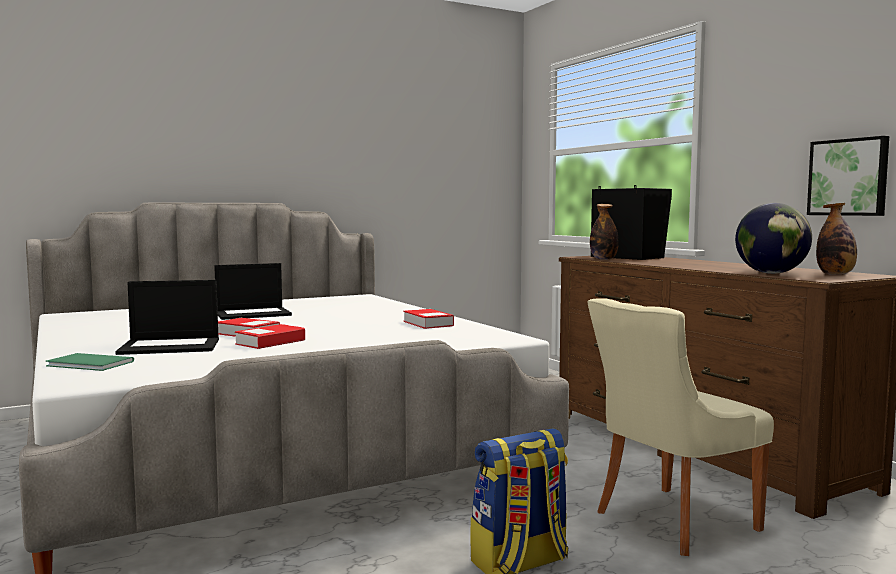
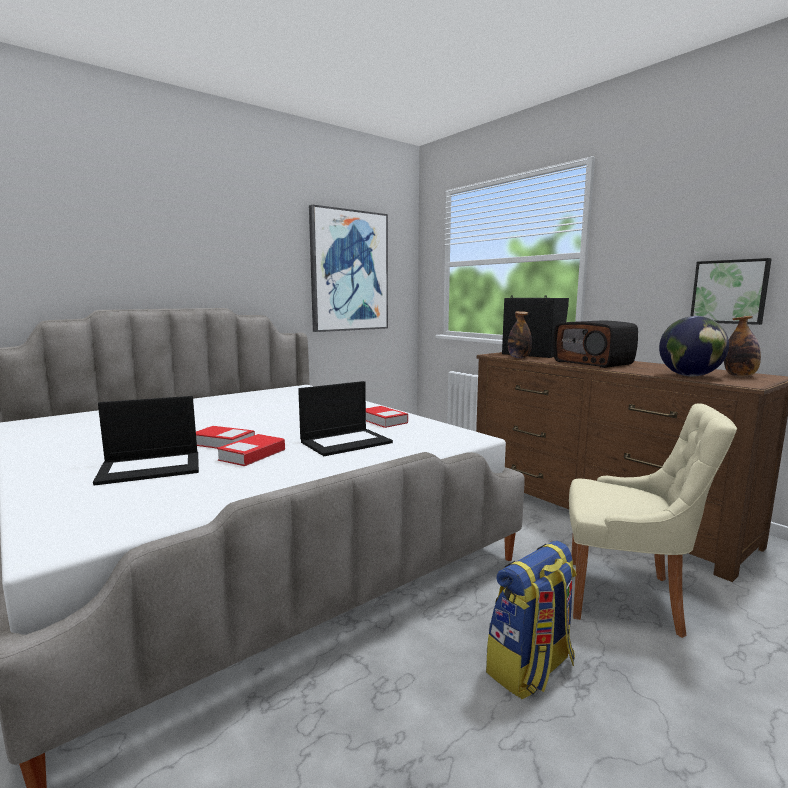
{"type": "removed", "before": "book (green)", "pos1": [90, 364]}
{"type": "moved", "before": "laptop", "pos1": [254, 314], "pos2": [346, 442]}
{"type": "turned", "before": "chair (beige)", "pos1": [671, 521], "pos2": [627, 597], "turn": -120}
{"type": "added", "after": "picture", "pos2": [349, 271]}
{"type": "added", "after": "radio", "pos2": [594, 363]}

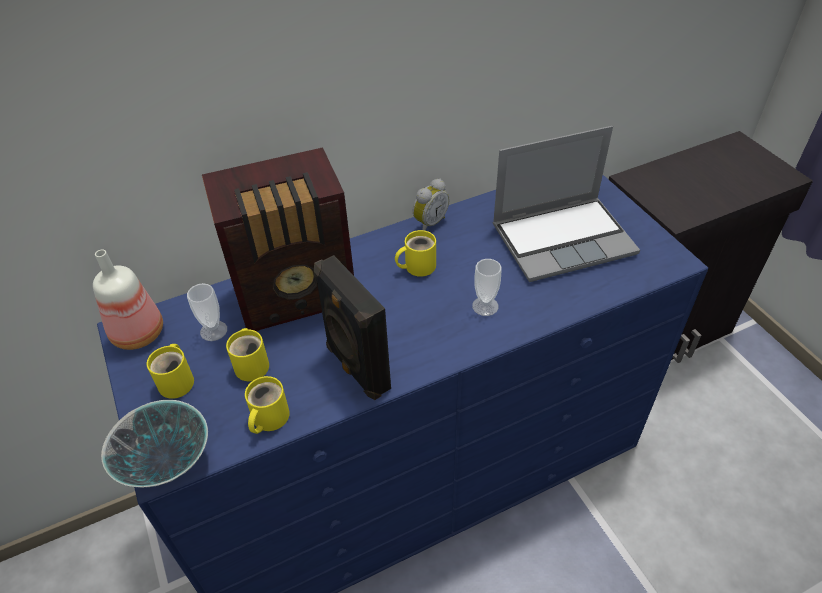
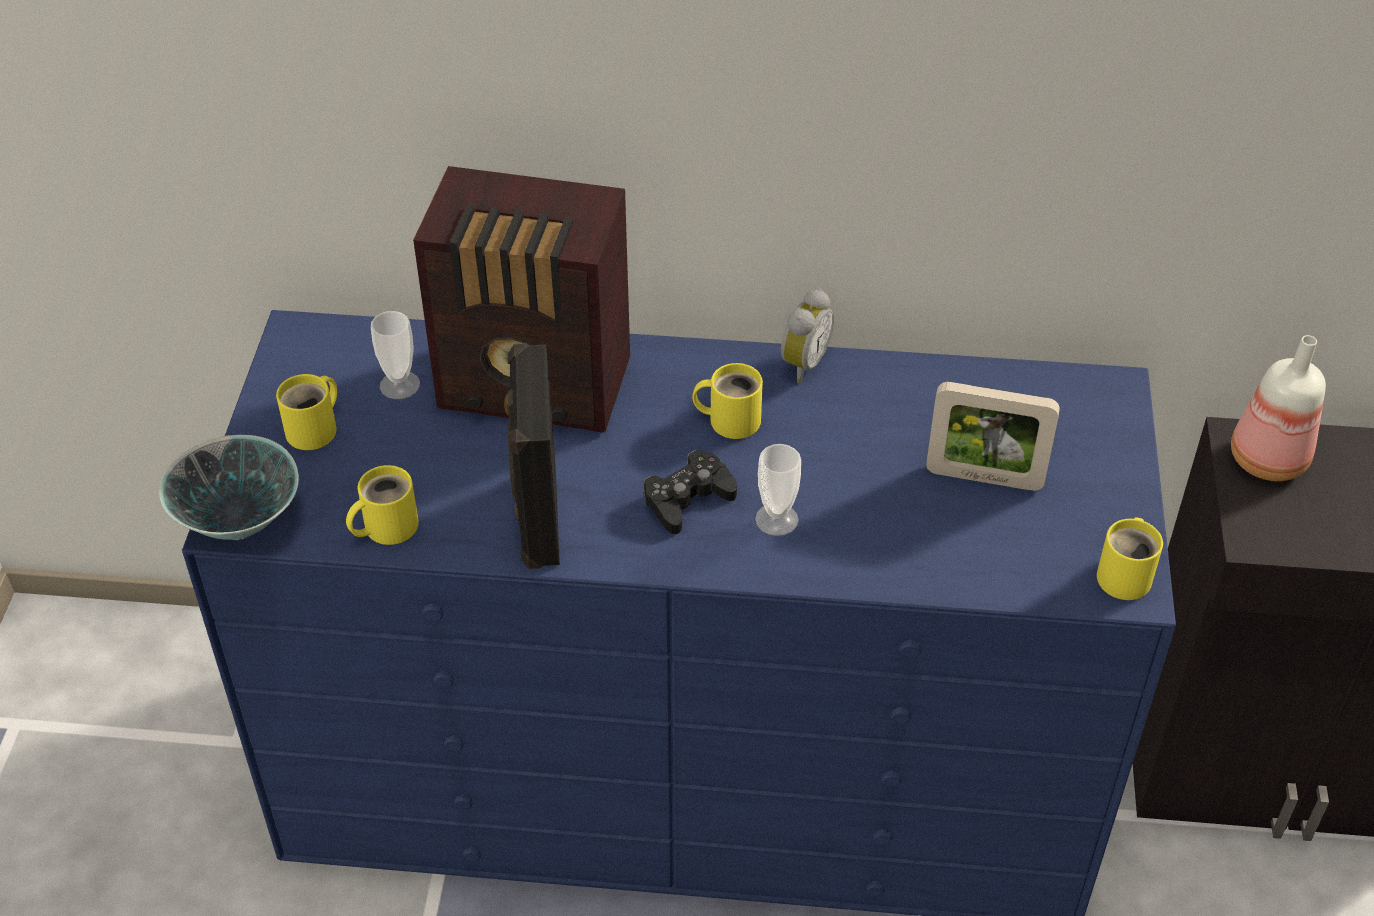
{"type": "moved", "before": "bottle", "pos1": [137, 335], "pos2": [1265, 460]}
{"type": "moved", "before": "mug (yellow)", "pos1": [253, 364], "pos2": [1127, 575]}
{"type": "turned", "before": "alarm clock", "pos1": [429, 223], "pos2": [801, 363], "turn": -45}
{"type": "replaced", "before": "laptop", "after": "picture frame", "pos1": [563, 239], "pos2": [984, 477]}
{"type": "added", "after": "game controller (black)", "pos2": [687, 499]}

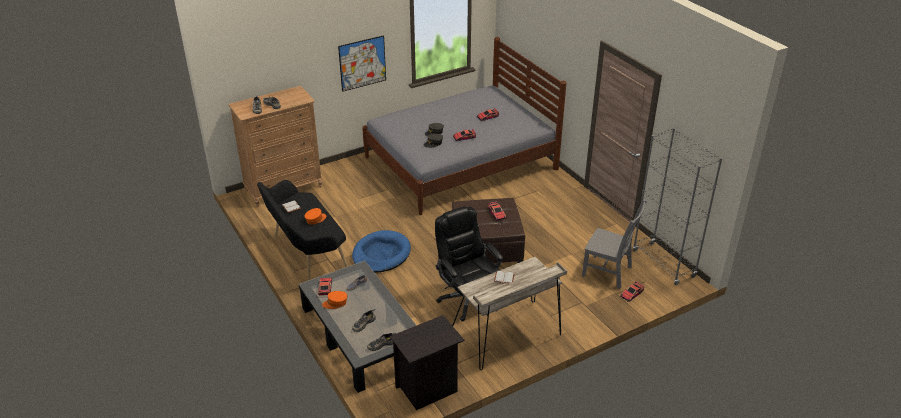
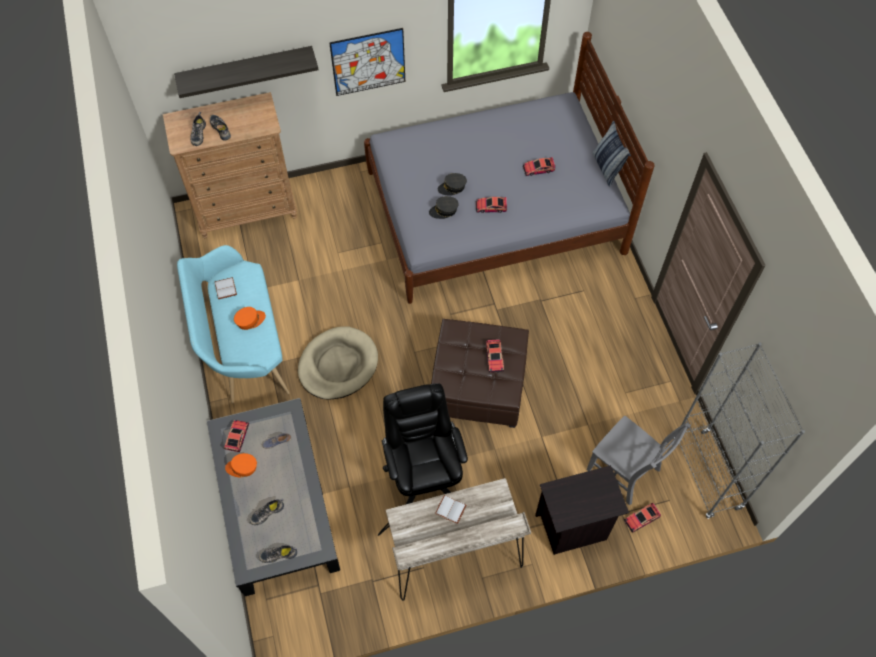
{"type": "recoloured", "before": "bench (black)", "after": "bench (turquoise)", "pos1": [306, 256], "pos2": [243, 346]}
{"type": "recoloured", "before": "dog bed (blue)", "after": "dog bed (beige)", "pos1": [381, 254], "pos2": [338, 365]}
{"type": "moved", "before": "nightstand (black)", "pos1": [428, 389], "pos2": [572, 527]}
{"type": "added", "after": "shelf", "pos2": [246, 69]}
{"type": "added", "after": "pillow", "pos2": [607, 167]}

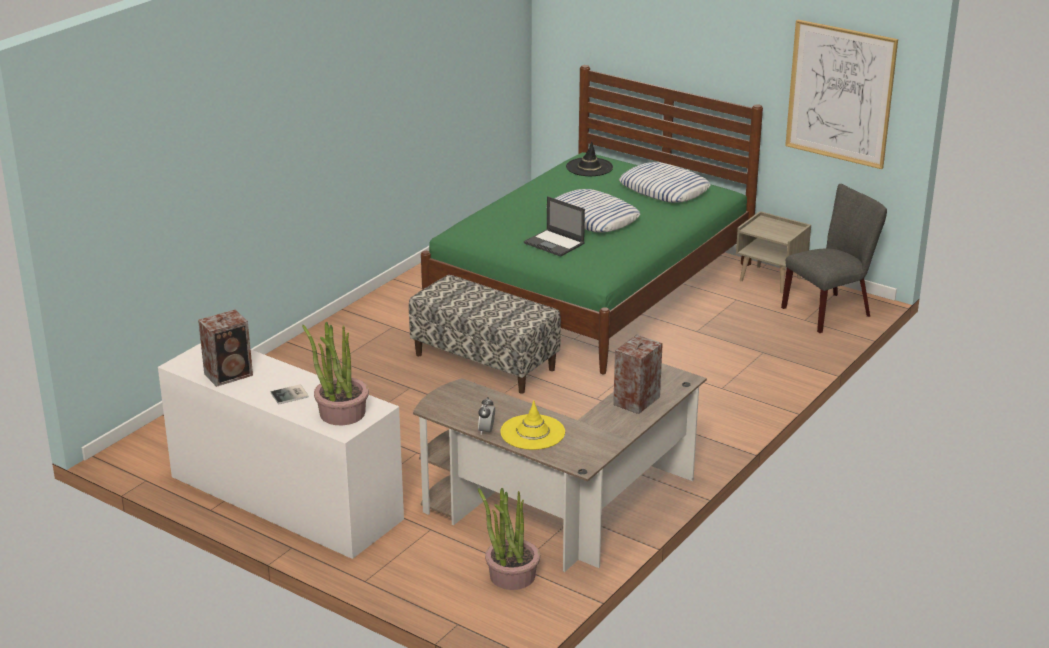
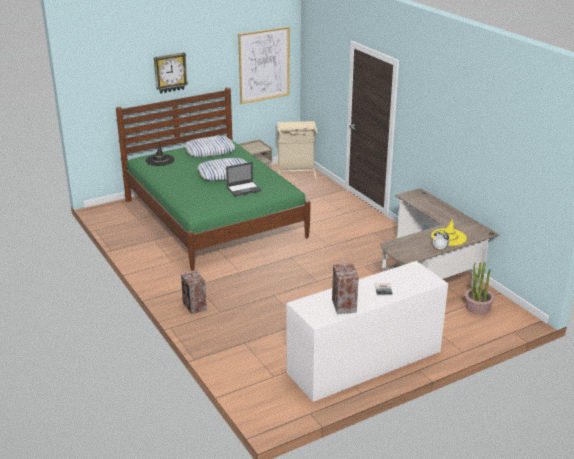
{"type": "removed", "before": "potted plant", "pos1": [341, 413]}
{"type": "removed", "before": "bench", "pos1": [485, 362]}
{"type": "moved", "before": "speaker", "pos1": [635, 401], "pos2": [194, 307]}
{"type": "replaced", "before": "chair (grey)", "after": "laundry basket (beige)", "pos1": [831, 311], "pos2": [296, 172]}
{"type": "added", "after": "wall clock", "pos2": [170, 72]}

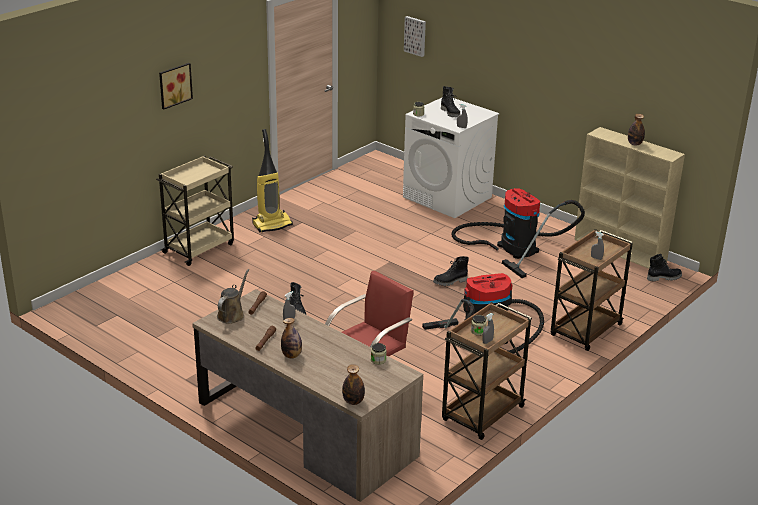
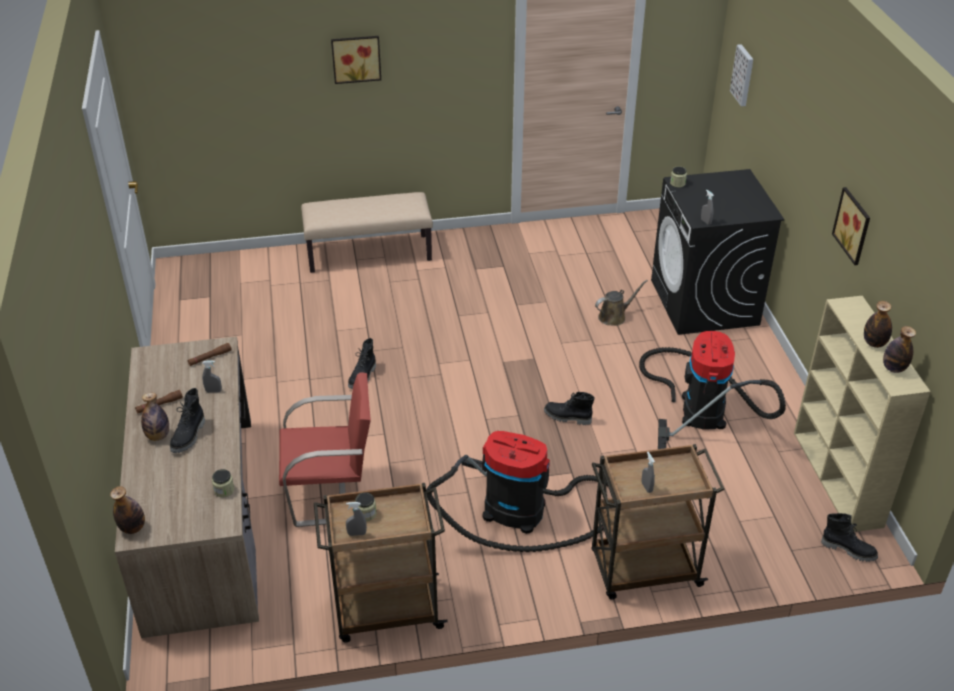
{"type": "replaced", "before": "cart (beige)", "after": "bench (beige)", "pos1": [199, 248], "pos2": [369, 253]}
{"type": "moved", "before": "watering can (brown)", "pos1": [232, 314], "pos2": [614, 316]}
{"type": "removed", "before": "vacuum cleaner", "pos1": [272, 224]}
{"type": "recoloured", "before": "washing machine (white)", "after": "washing machine (black)", "pos1": [447, 197], "pos2": [704, 303]}
{"type": "moved", "before": "boot (black)", "pos1": [450, 113], "pos2": [189, 436]}
{"type": "added", "after": "picture", "pos2": [854, 225]}
{"type": "added", "after": "bottle", "pos2": [893, 368]}

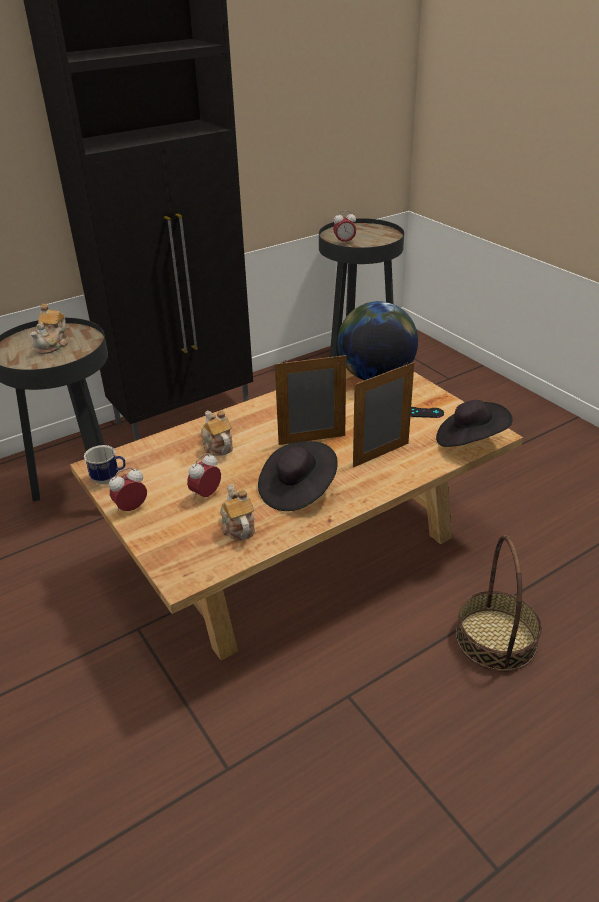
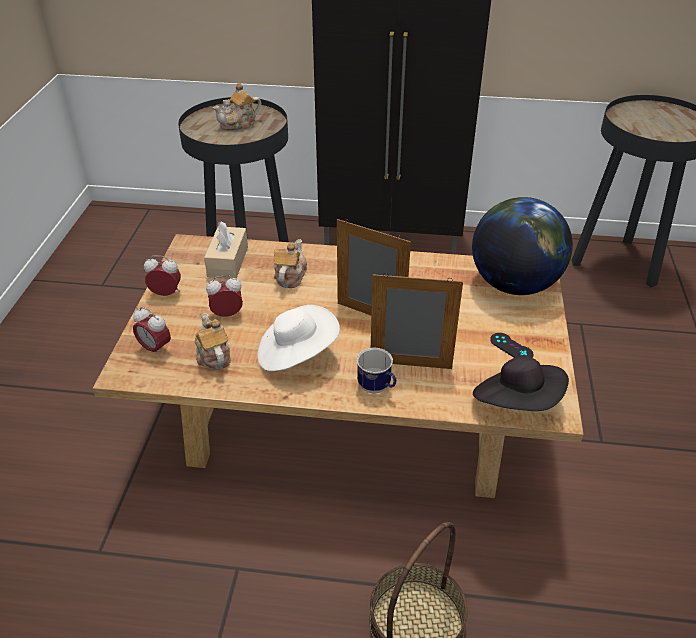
{"type": "moved", "before": "mug", "pos1": [109, 479], "pos2": [377, 388]}
{"type": "turned", "before": "teapot", "pos1": [237, 526], "pos2": [213, 356], "turn": -45}
{"type": "recoloured", "before": "hat (black)", "after": "hat (white)", "pos1": [297, 490], "pos2": [296, 354]}
{"type": "moved", "before": "alarm clock", "pos1": [344, 242], "pos2": [155, 349]}
{"type": "added", "after": "tissue box (beige)", "pos2": [228, 262]}

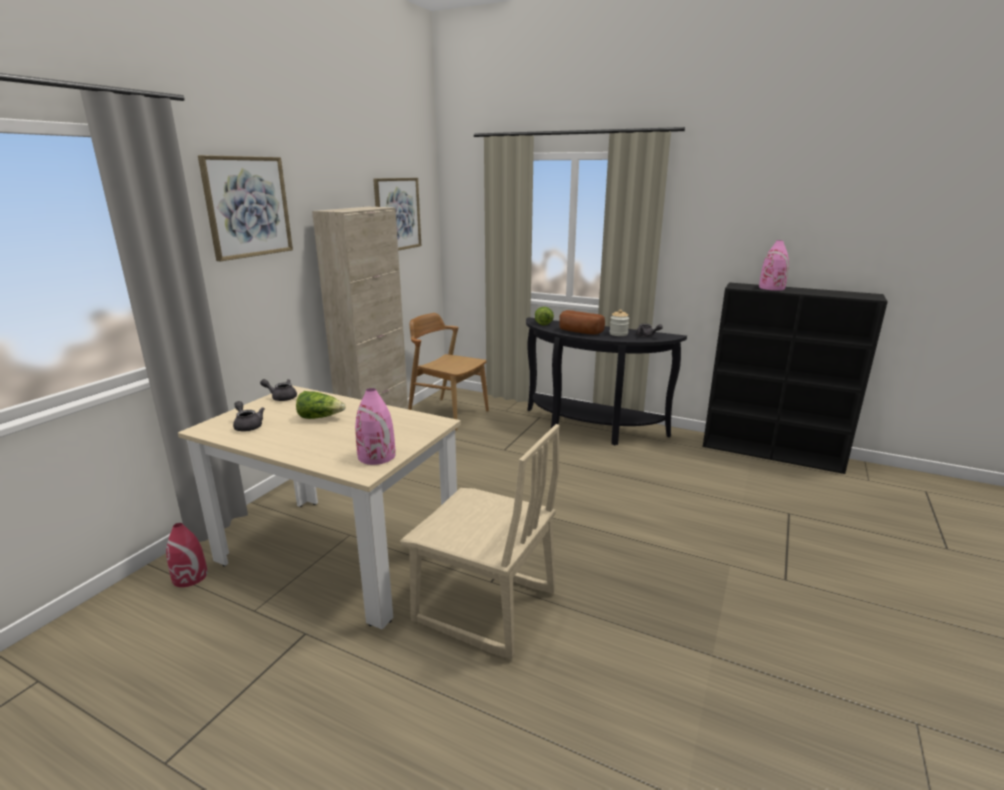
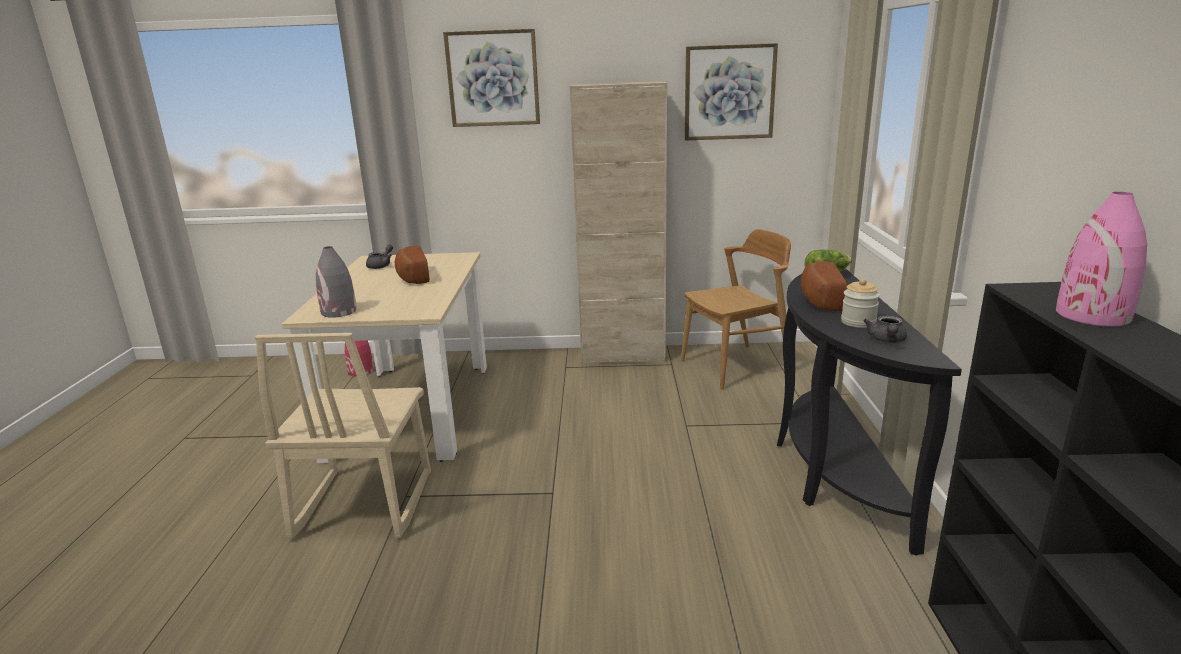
{"type": "removed", "before": "teapot (grey)", "pos1": [281, 397]}
{"type": "replaced", "before": "lettuce", "after": "bread", "pos1": [320, 417], "pos2": [411, 277]}
{"type": "recoloured", "before": "vase (pink)", "after": "vase (grey)", "pos1": [377, 456], "pos2": [339, 312]}
{"type": "turned", "before": "chair (brown)", "pos1": [448, 413], "pos2": [736, 366], "turn": 60}

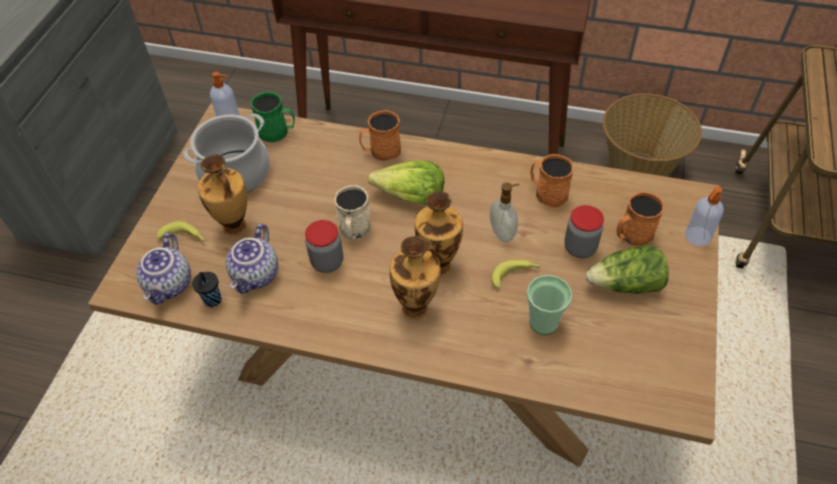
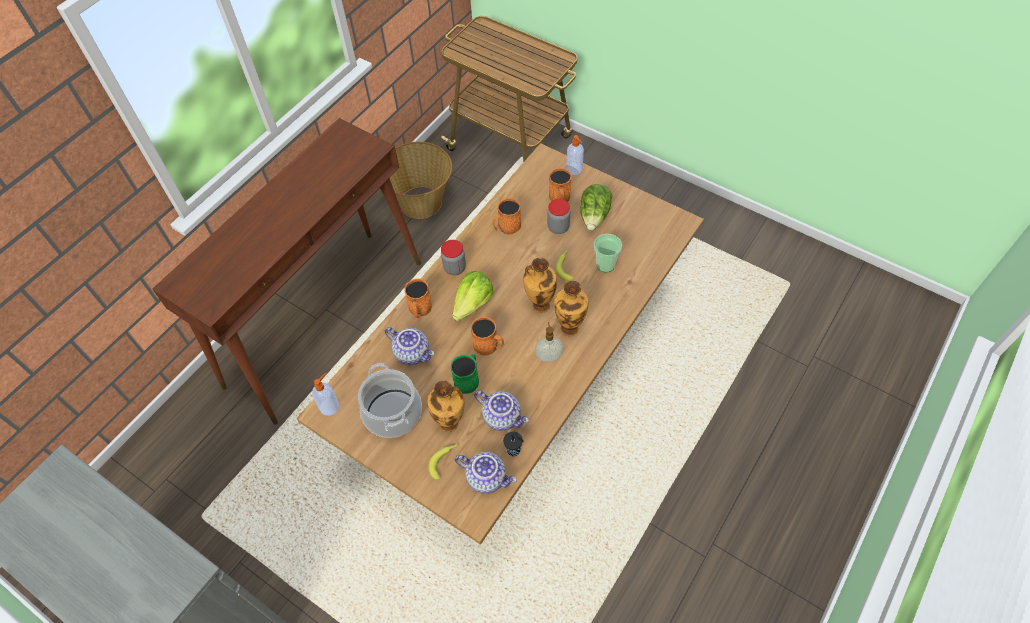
{"type": "moved", "before": "mug (green)", "pos1": [277, 132], "pos2": [468, 379]}
{"type": "moved", "before": "jar", "pos1": [327, 262], "pos2": [454, 268]}
{"type": "recoloured", "before": "mug (beige)", "after": "mug (orange)", "pos1": [354, 231], "pos2": [488, 346]}
{"type": "moved", "before": "soap dispenser", "pos1": [503, 233], "pos2": [549, 356]}
{"type": "added", "after": "teapot", "pos2": [413, 353]}

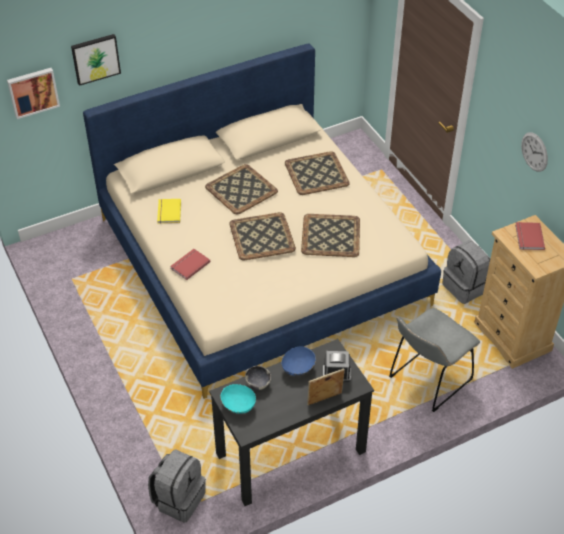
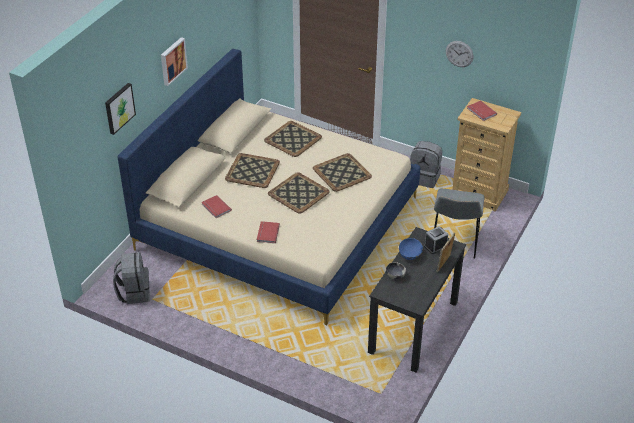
{"type": "moved", "before": "picture", "pos1": [33, 92], "pos2": [172, 61]}
{"type": "moved", "before": "backpack (grey)", "pos1": [178, 499], "pos2": [134, 292]}
{"type": "recoloured", "before": "book (yellow)", "after": "book (red)", "pos1": [168, 212], "pos2": [215, 208]}
{"type": "removed", "before": "bowl (turquoise)", "pos1": [238, 405]}

